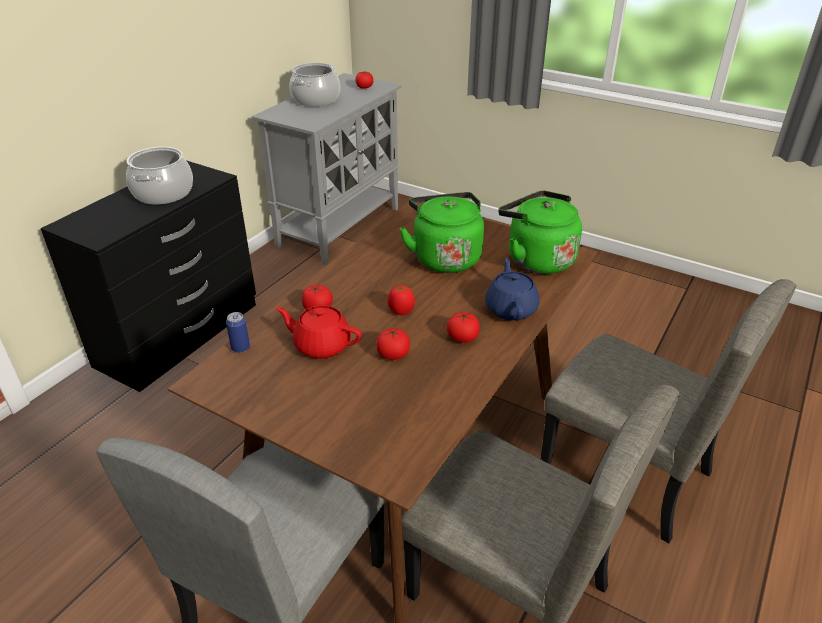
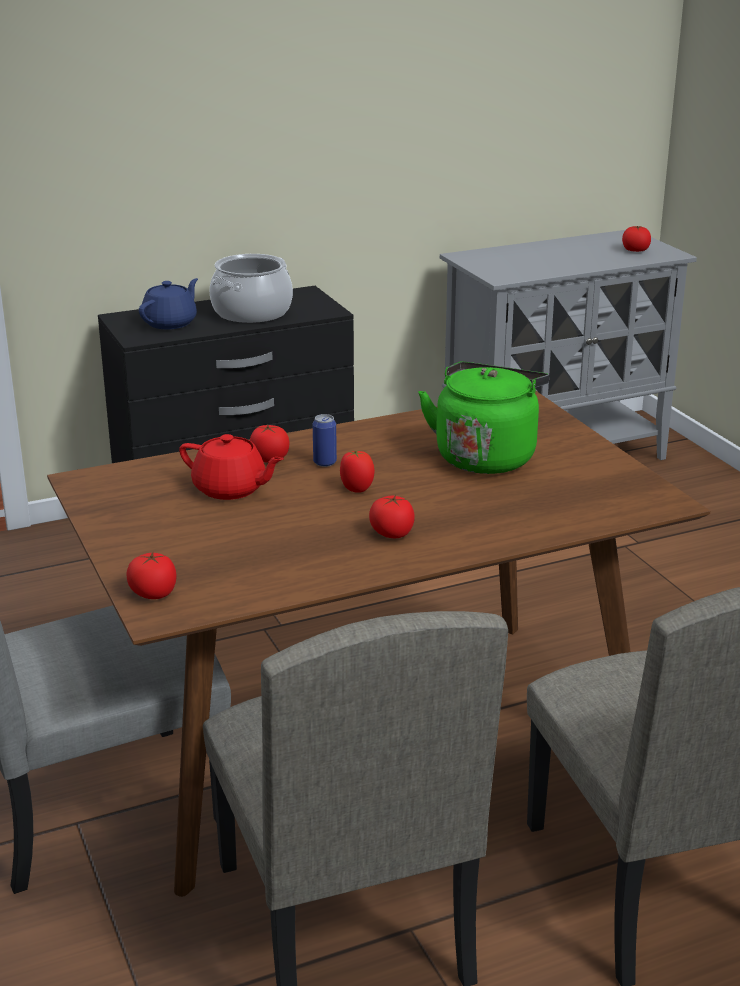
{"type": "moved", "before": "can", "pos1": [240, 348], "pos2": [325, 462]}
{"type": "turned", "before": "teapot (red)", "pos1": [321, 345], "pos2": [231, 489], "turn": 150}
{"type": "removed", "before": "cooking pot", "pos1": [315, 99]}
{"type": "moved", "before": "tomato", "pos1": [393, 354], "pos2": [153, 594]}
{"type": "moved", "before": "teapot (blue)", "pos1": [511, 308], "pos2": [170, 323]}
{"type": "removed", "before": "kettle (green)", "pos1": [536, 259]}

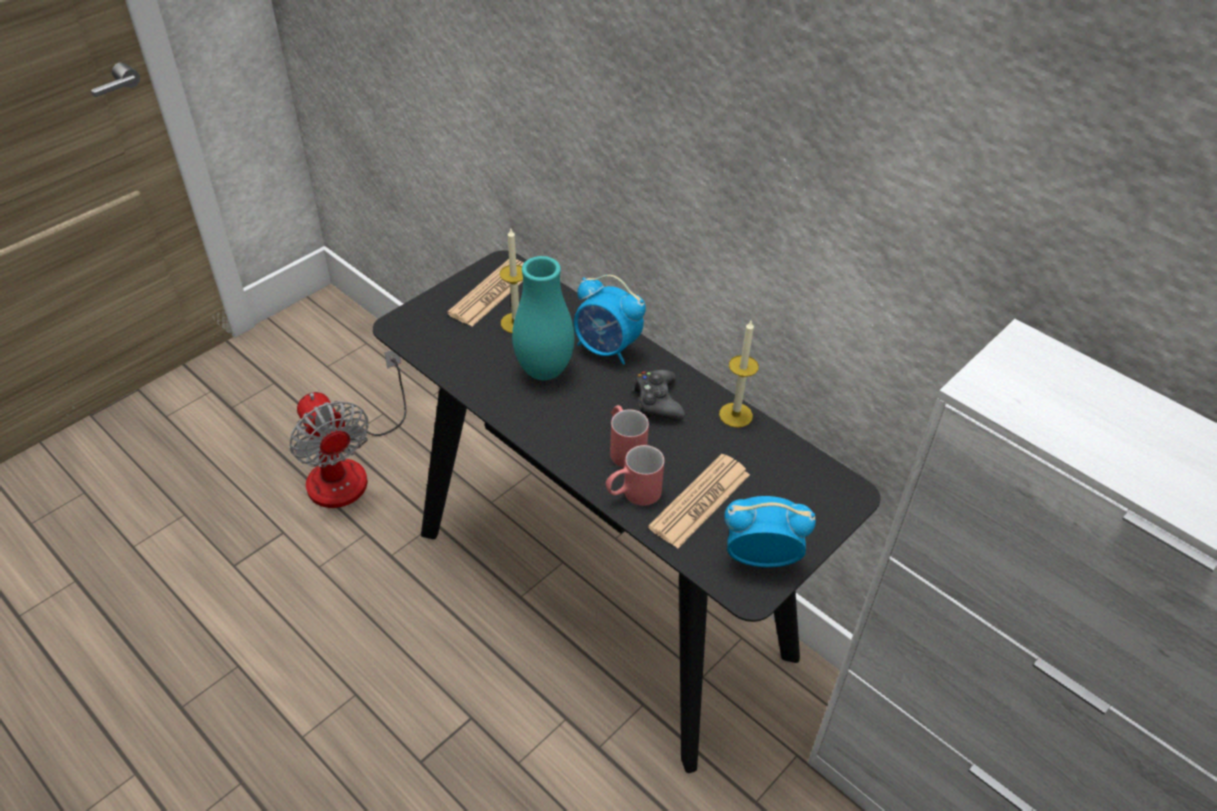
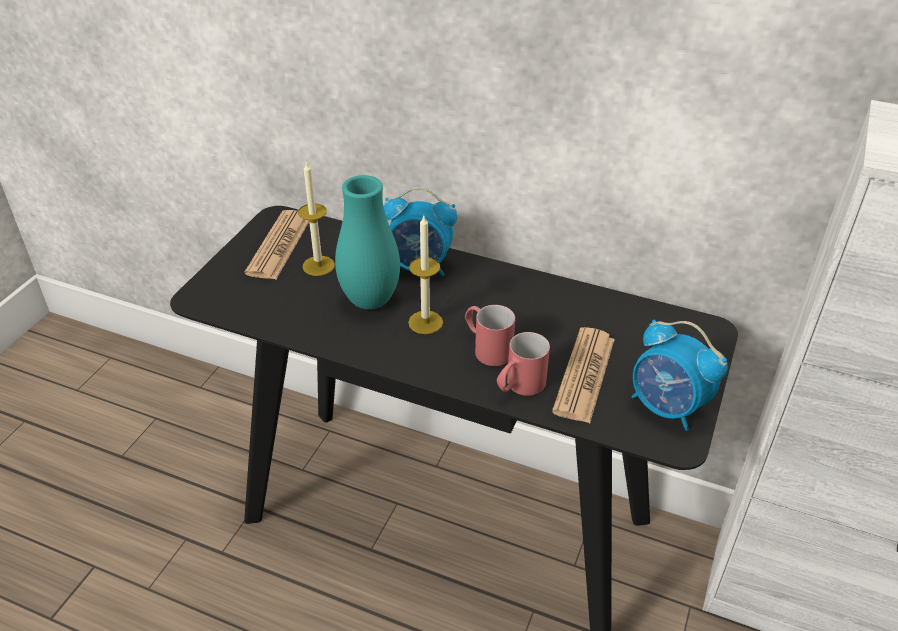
{"type": "removed", "before": "fan", "pos1": [349, 467]}
{"type": "removed", "before": "game controller (black)", "pos1": [657, 402]}
{"type": "moved", "before": "candle", "pos1": [735, 415], "pos2": [425, 322]}
{"type": "turned", "before": "alarm clock", "pos1": [760, 557], "pos2": [667, 408], "turn": -120}

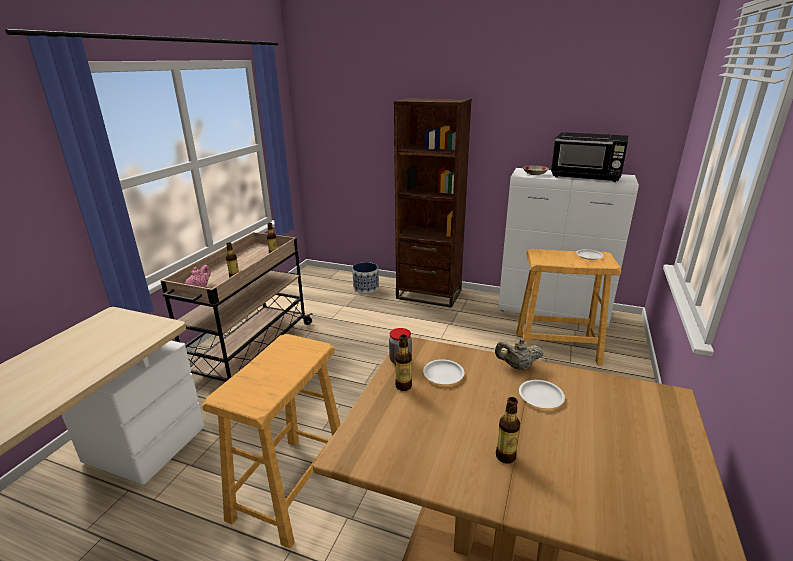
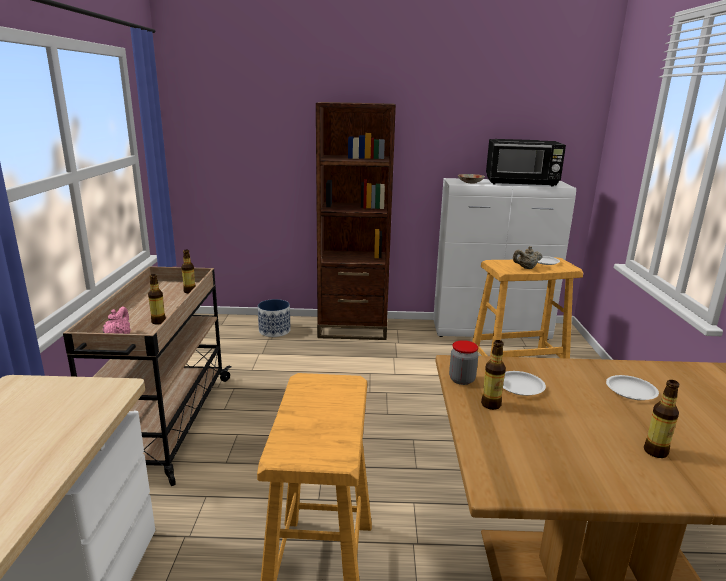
{"type": "moved", "before": "teapot (beige)", "pos1": [517, 366], "pos2": [526, 268]}

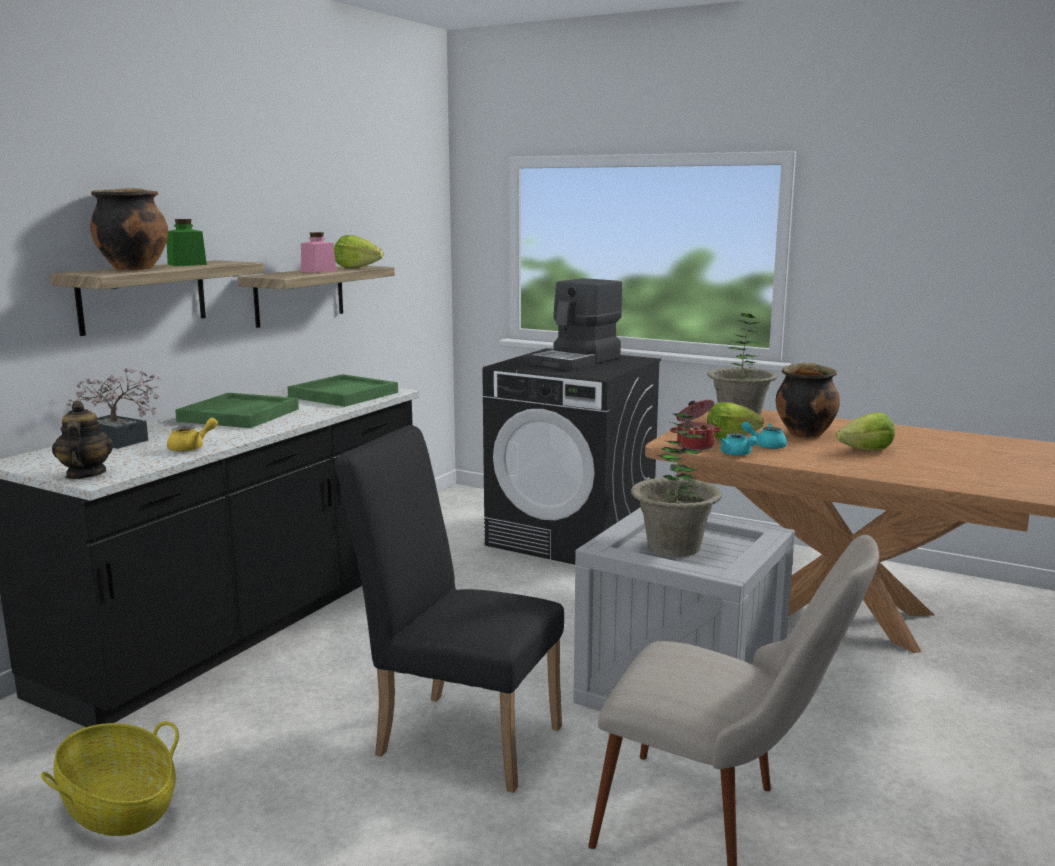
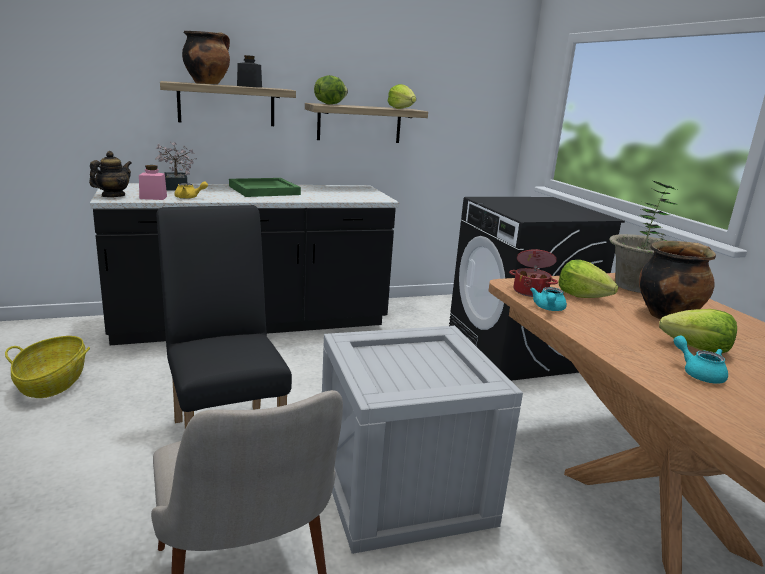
{"type": "recoloured", "before": "jar (green)", "after": "jar (black)", "pos1": [187, 264], "pos2": [249, 86]}
{"type": "removed", "before": "tray (green)", "pos1": [343, 394]}
{"type": "moved", "before": "jar (pink)", "pos1": [318, 271], "pos2": [153, 197]}
{"type": "removed", "before": "coffee machine", "pos1": [577, 361]}
{"type": "removed", "before": "potted plant", "pos1": [674, 547]}
{"type": "moved", "before": "teapot (turquoise)", "pos1": [766, 445], "pos2": [699, 373]}
{"type": "added", "after": "lettuce", "pos2": [329, 104]}

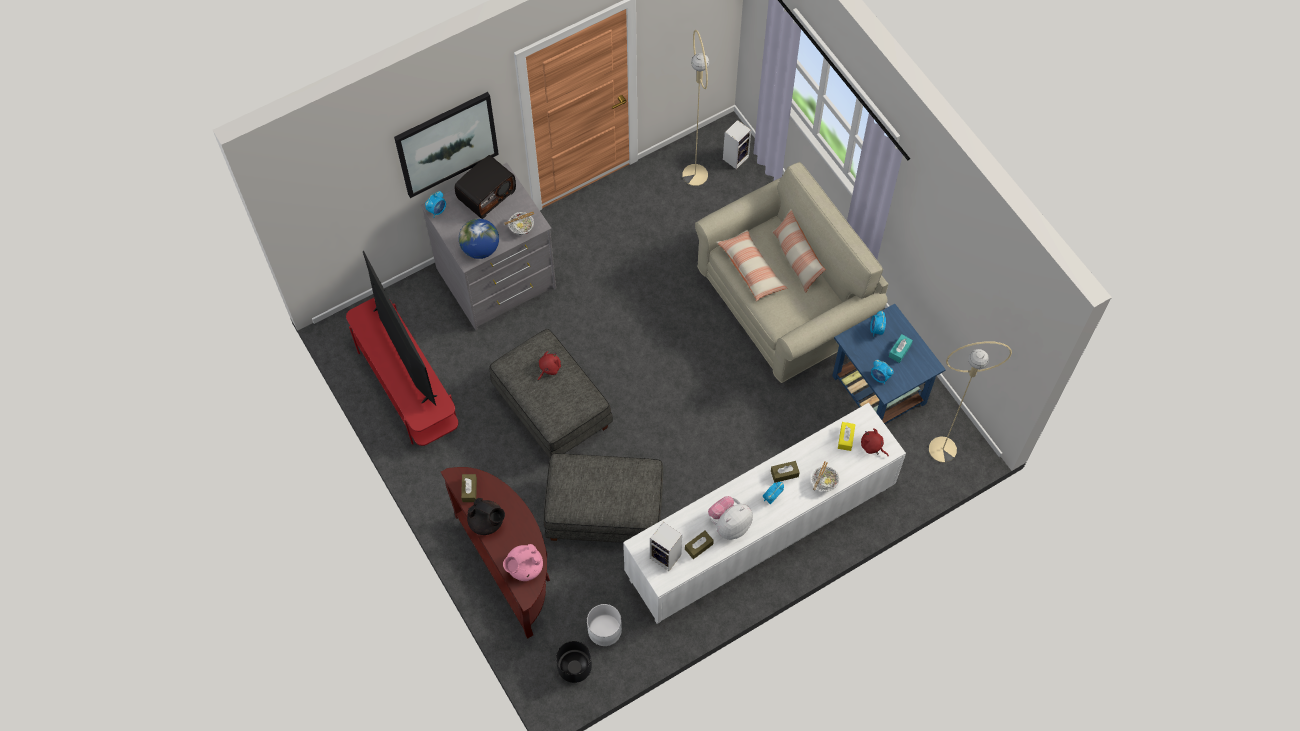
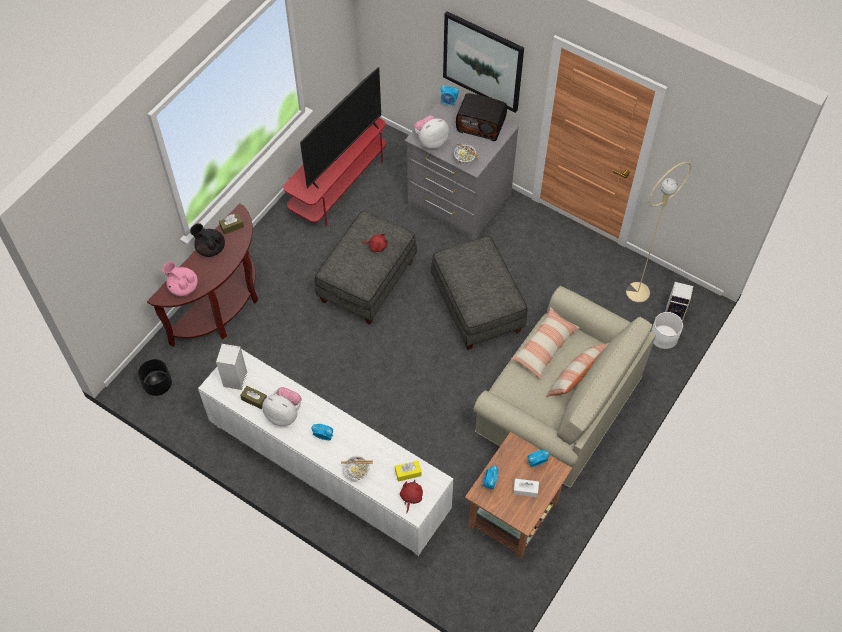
{"type": "replaced", "before": "globe", "after": "plush toy", "pos1": [480, 249], "pos2": [431, 141]}
{"type": "turned", "before": "teapot (black)", "pos1": [487, 522], "pos2": [210, 248], "turn": 120}
{"type": "moved", "before": "ottoman (grey)", "pos1": [605, 511], "pos2": [478, 306]}
{"type": "moved", "before": "planter (white)", "pos1": [604, 629], "pos2": [664, 337]}
{"type": "removed", "before": "tissue box (brown)", "pos1": [784, 473]}
{"type": "recoloured", "before": "side table (blue)", "after": "side table (brown)", "pos1": [879, 390], "pos2": [512, 515]}
{"type": "recoloured", "before": "tissue box (turquoise)", "after": "tissue box (white)", "pos1": [899, 351], "pos2": [525, 490]}
{"type": "removed", "before": "floor lamp (beige)", "pos1": [942, 449]}

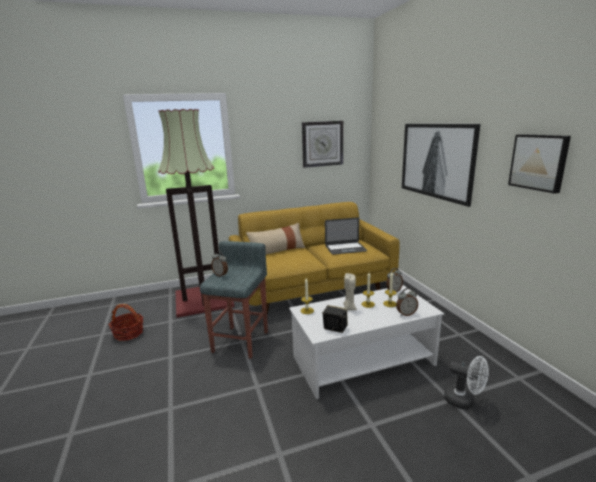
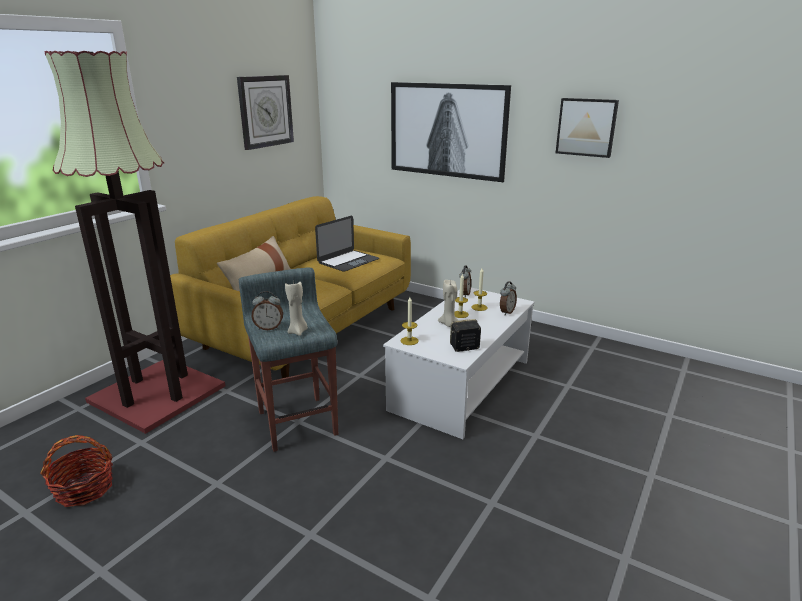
{"type": "removed", "before": "fan (white)", "pos1": [464, 401]}
{"type": "added", "after": "candle (beige)", "pos2": [298, 332]}

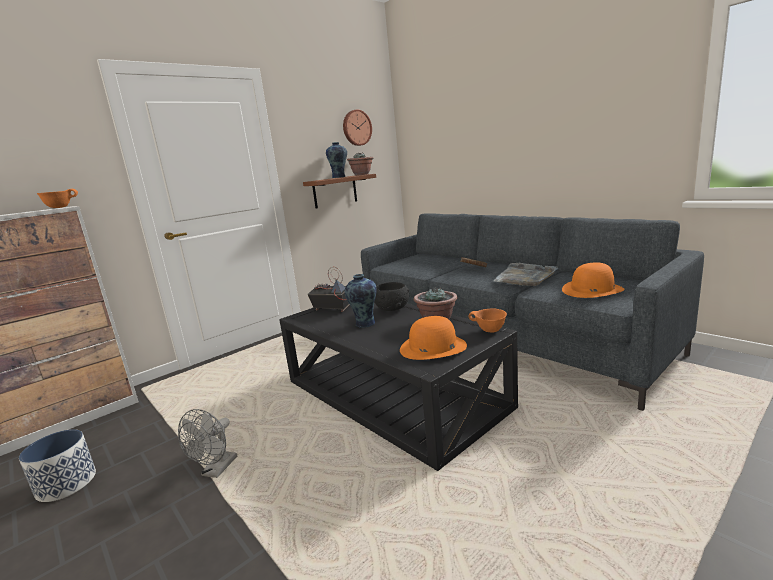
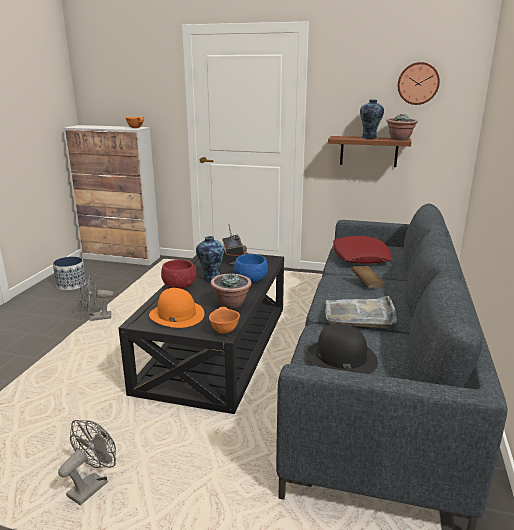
{"type": "recoloured", "before": "bowl (black)", "after": "bowl (blue)", "pos1": [392, 308], "pos2": [251, 279]}
{"type": "recoloured", "before": "hat (orange)", "after": "hat (black)", "pos1": [592, 290], "pos2": [340, 357]}
{"type": "added", "after": "fan (grey)", "pos2": [92, 485]}
{"type": "added", "after": "bowl (red)", "pos2": [179, 285]}
{"type": "added", "after": "pillow (red)", "pos2": [360, 256]}

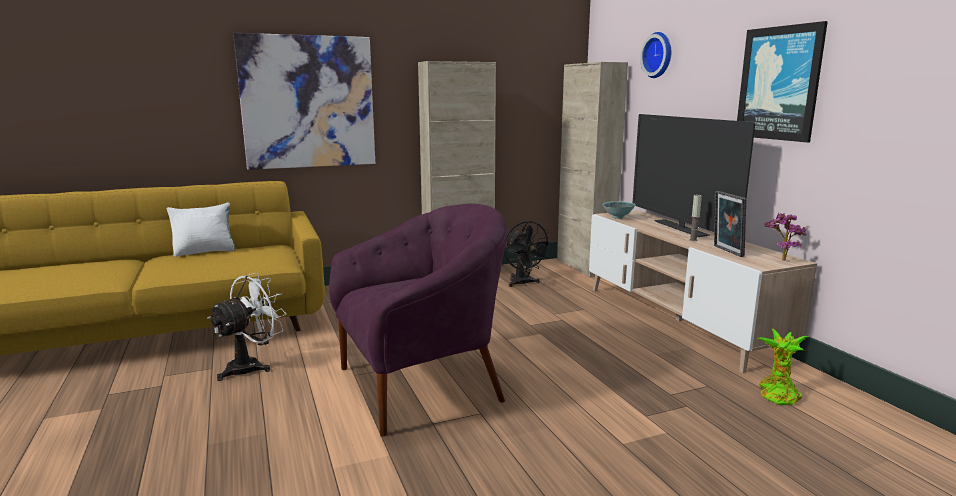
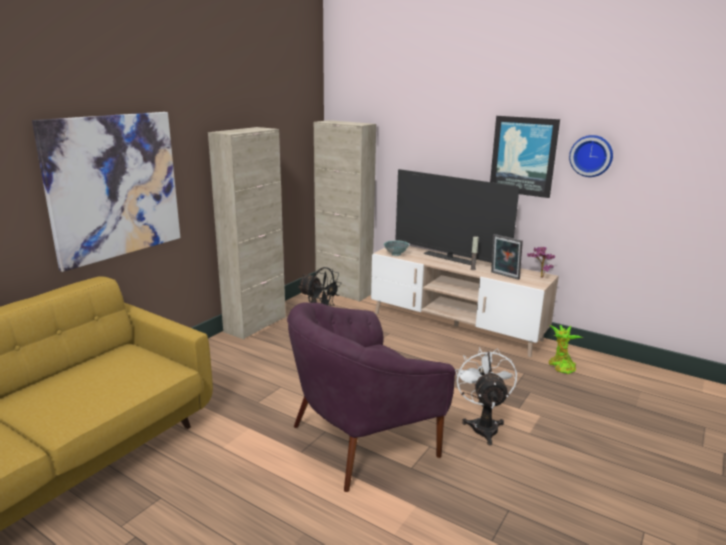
{"type": "removed", "before": "pillow (white)", "pos1": [205, 252]}
{"type": "moved", "before": "fan (white)", "pos1": [251, 366], "pos2": [483, 425]}
{"type": "turned", "before": "armchair (purple)", "pos1": [421, 384], "pos2": [362, 440], "turn": -150}
{"type": "moved", "before": "wall clock", "pos1": [659, 55], "pos2": [591, 155]}

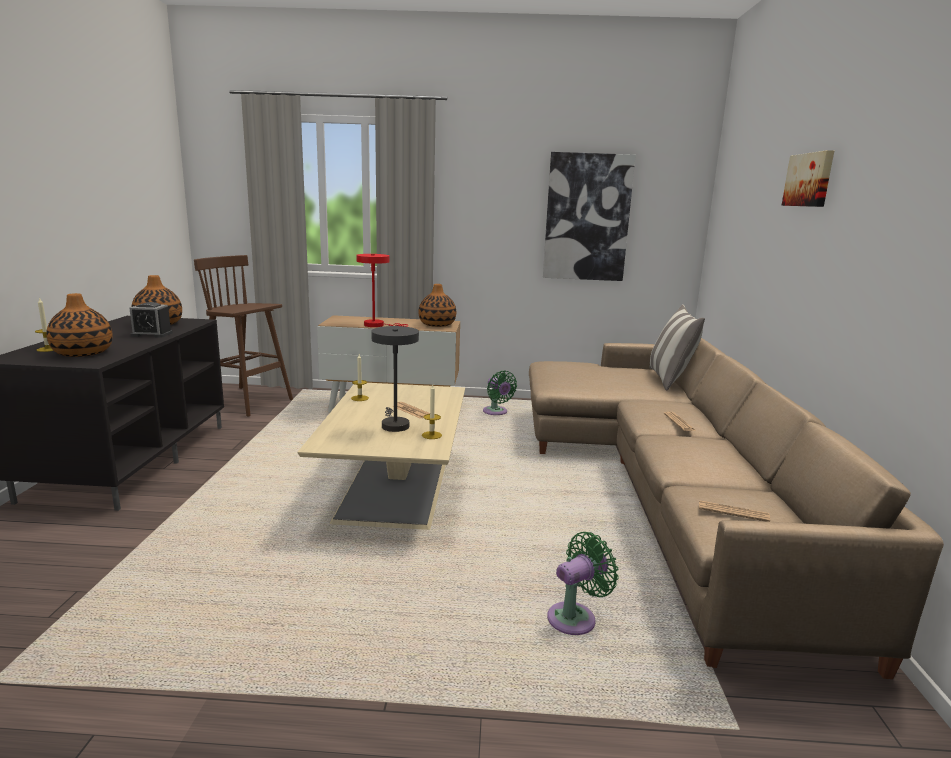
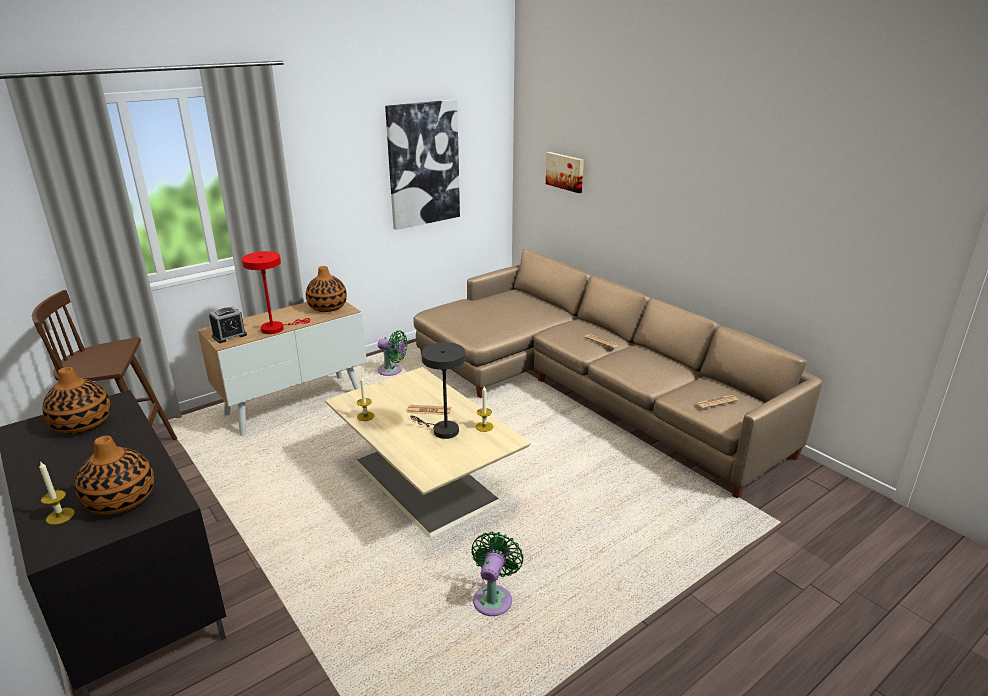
{"type": "moved", "before": "alarm clock", "pos1": [152, 334], "pos2": [229, 336]}
{"type": "moved", "before": "fan (green)", "pos1": [575, 617], "pos2": [494, 597]}
{"type": "removed", "before": "pillow", "pos1": [670, 380]}
{"type": "moved", "before": "picture", "pos1": [809, 180], "pos2": [565, 171]}

